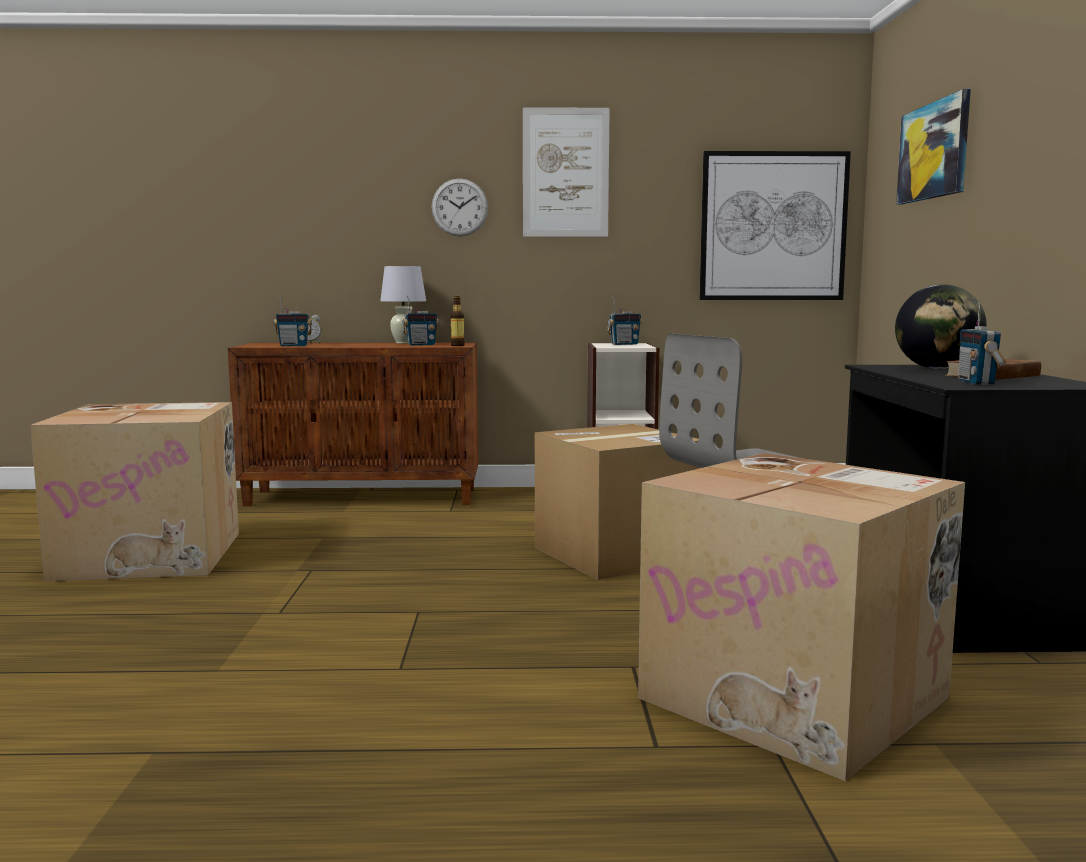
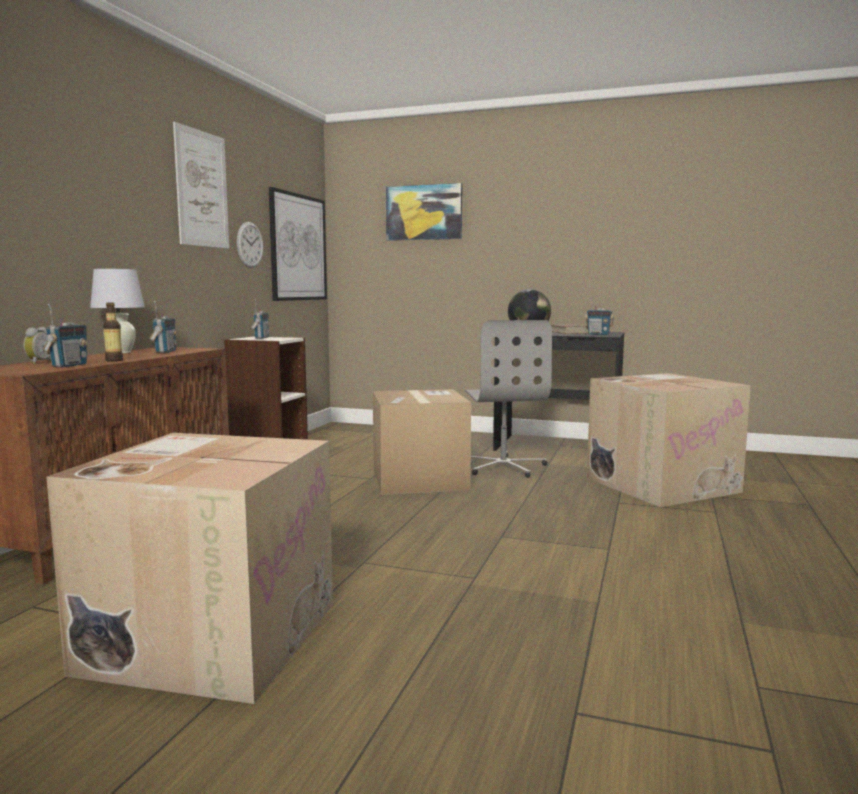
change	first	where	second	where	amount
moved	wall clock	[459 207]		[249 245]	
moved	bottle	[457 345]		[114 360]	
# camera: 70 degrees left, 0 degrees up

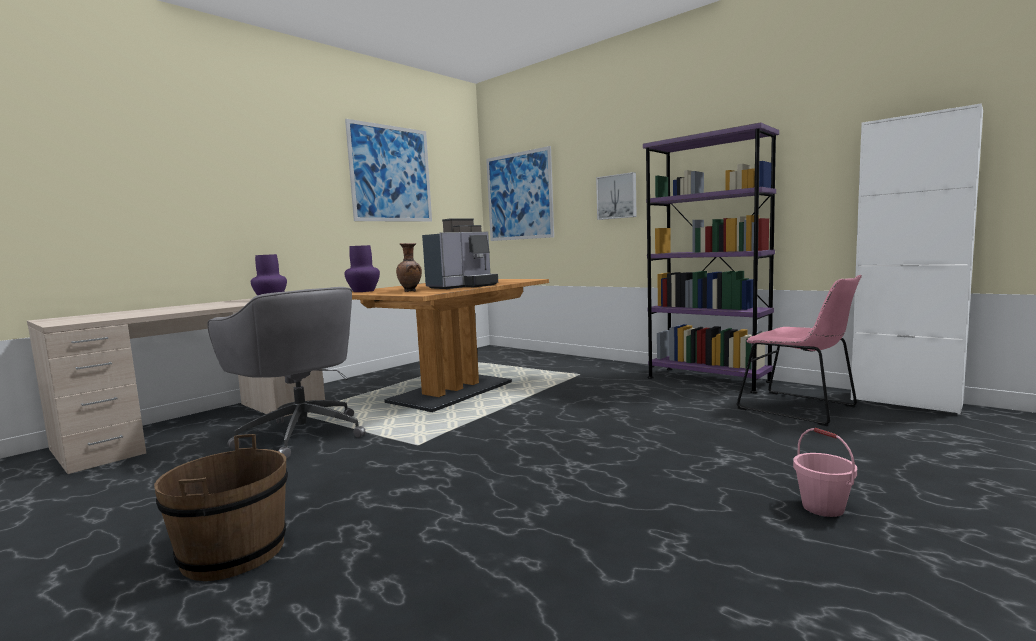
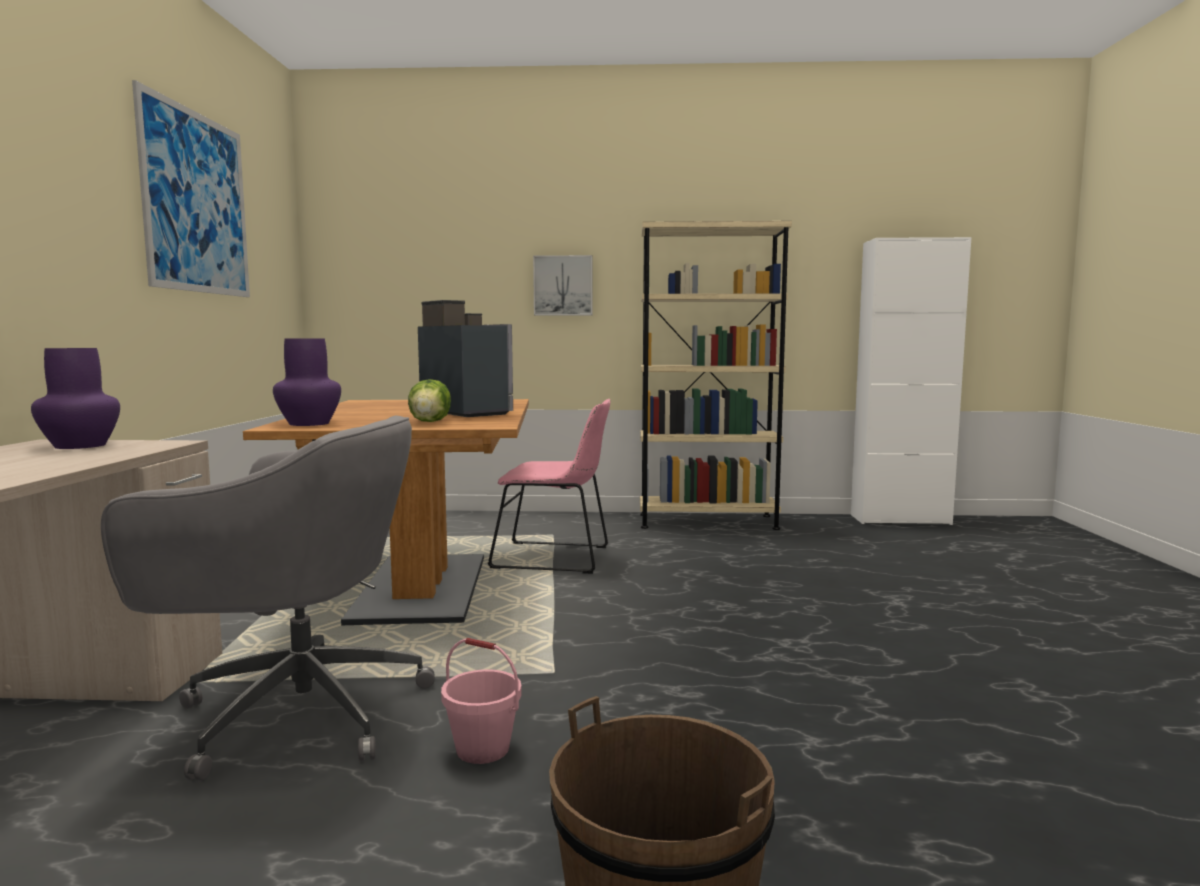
change	first	where	second	where	amount
replaced	vase (brown)	[411 291]	lettuce	[431 422]	
turned	coffee machine	[463 286]		[469 412]	45 degrees counterclockwise
removed	picture	[519 196]			
recoloured	bookcase (purple)	[707 380]	bookcase (beige)	[707 521]	
moved	chair (pink)	[801 408]		[557 558]	
moved	bucket (pink)	[823 507]		[483 749]	
# camera: 40 degrees left, 0 degrees up

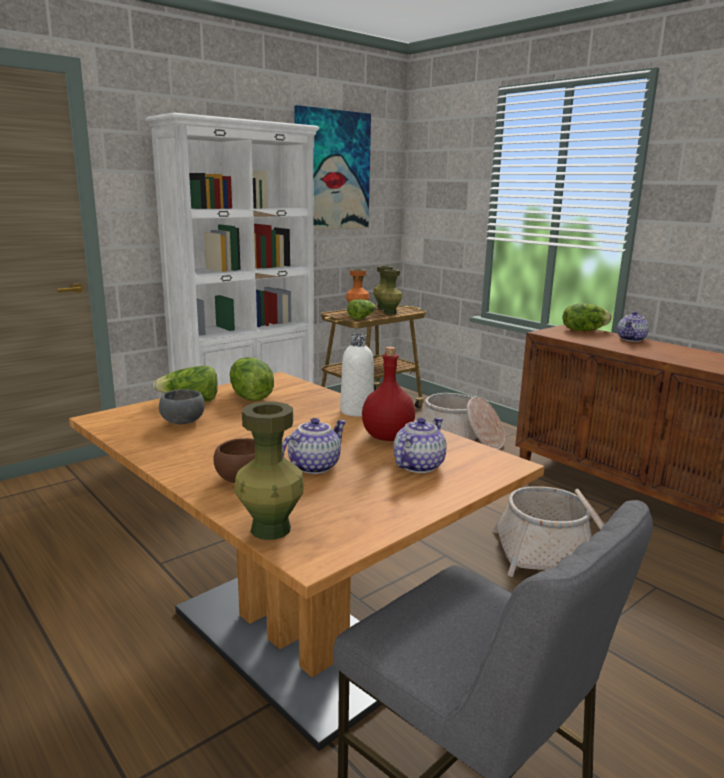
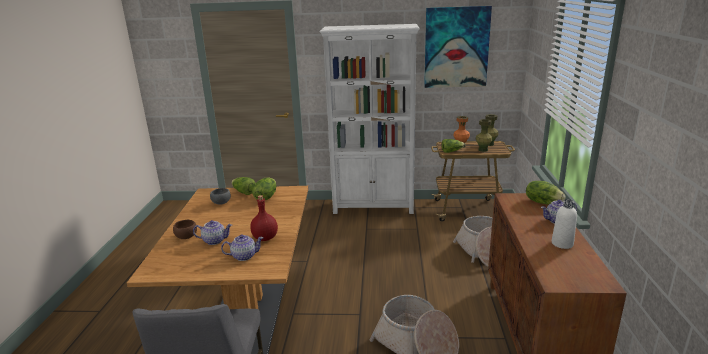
change	first	where	second	where	amount
removed	vase (green)	[270 529]			
moved	bottle (white)	[357 411]		[562 244]	
# camera: 45 degrees right, 5 degrees up

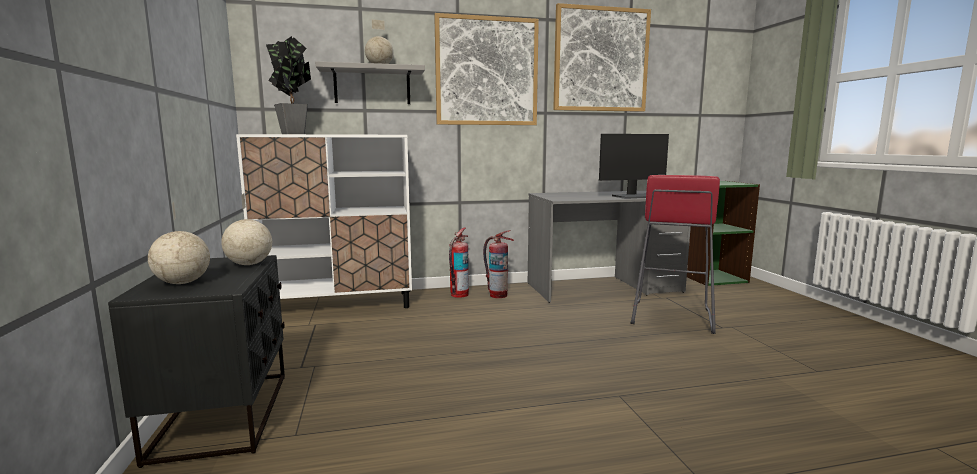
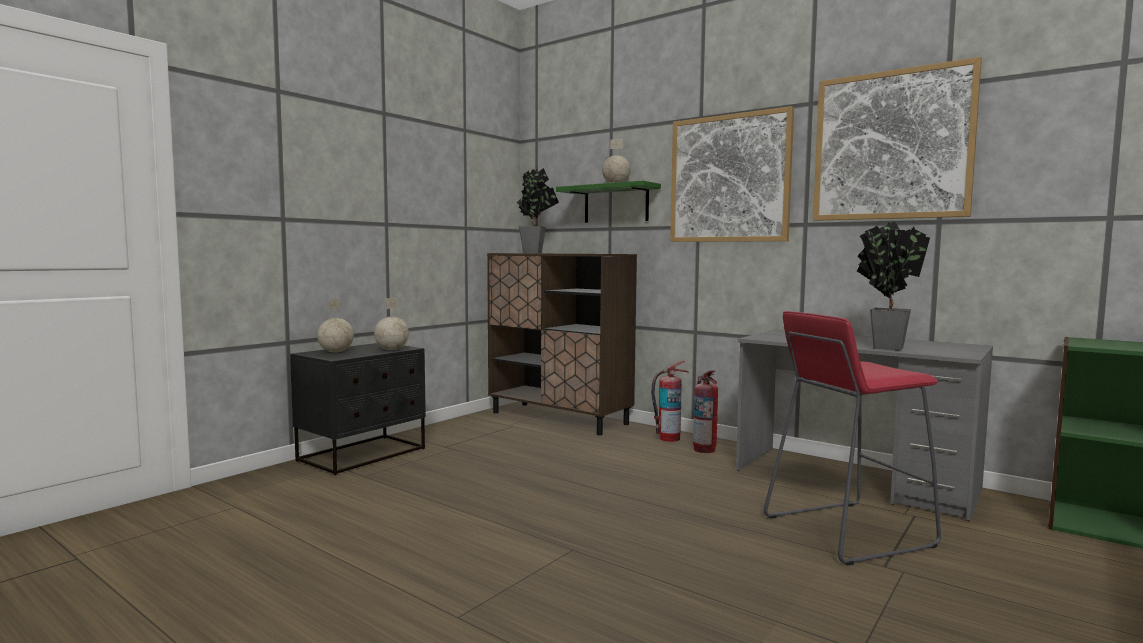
change	first	where	second	where	amount
recoloured	cabinet (white)	[338 304]	cabinet (brown)	[559 418]	
recoloured	shelf (grey)	[372 86]	shelf (green)	[616 204]	
replaced	monitor	[635 196]	potted plant	[883 347]	
# camera: 50 degrees right, 5 degrees down

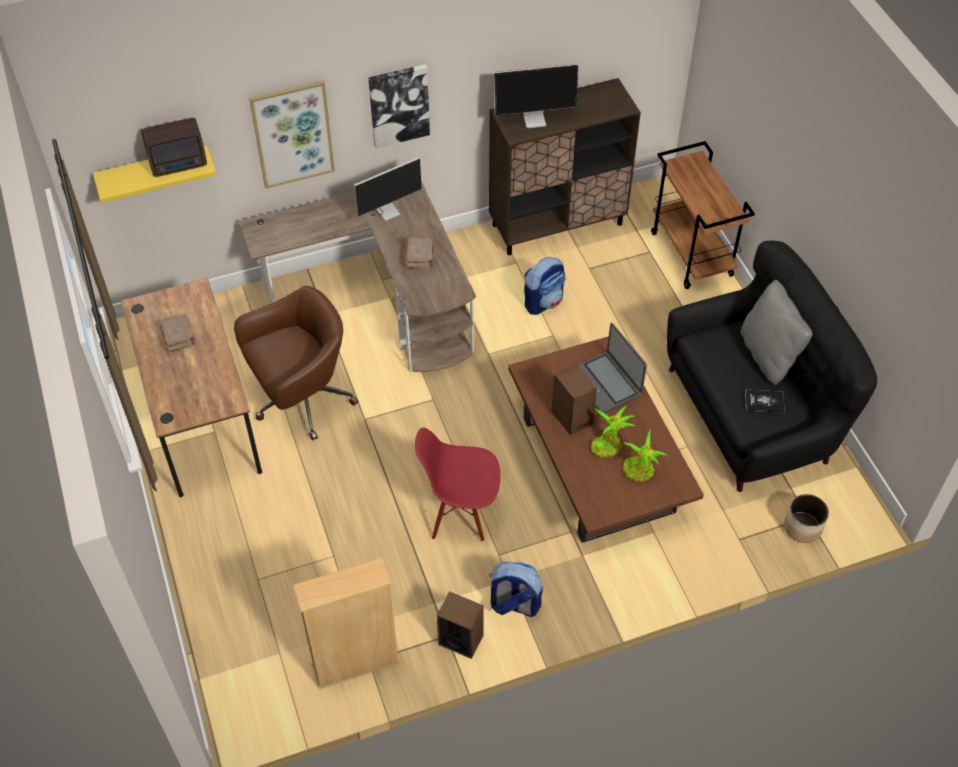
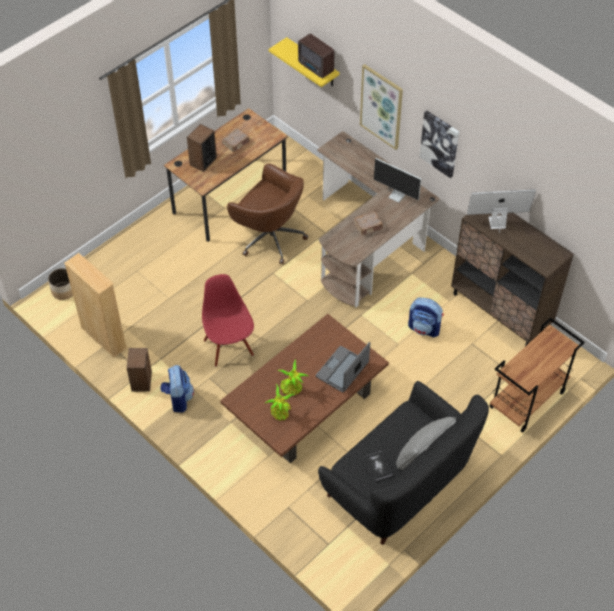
change	first	where	second	where	amount
turned	monitor	[535 119]		[496 223]	120 degrees clockwise
moved	speaker	[571 417]		[203 161]	
moved	planter	[803 527]		[63 291]	
# camera: 65 degrees right, 0 degrees up

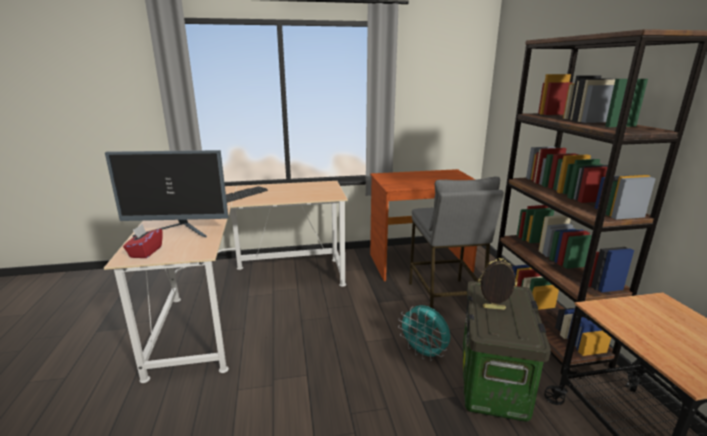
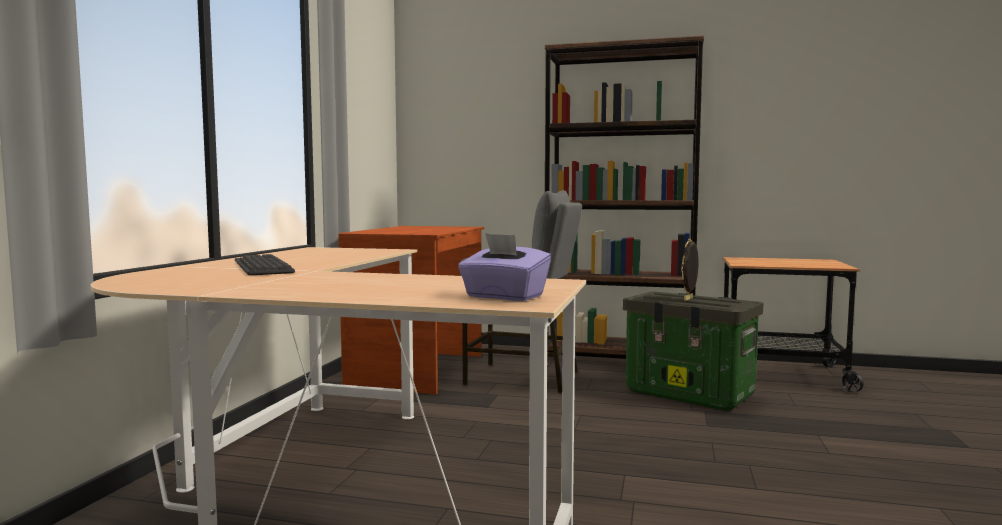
change	first	where	second	where	amount
removed	monitor	[178 231]			
recoloured	tissue box (red)	[145 252]	tissue box (purple)	[504 297]	
removed	fan (turquoise)	[424 353]			
# camera: 65 degrees left, 15 degrees down

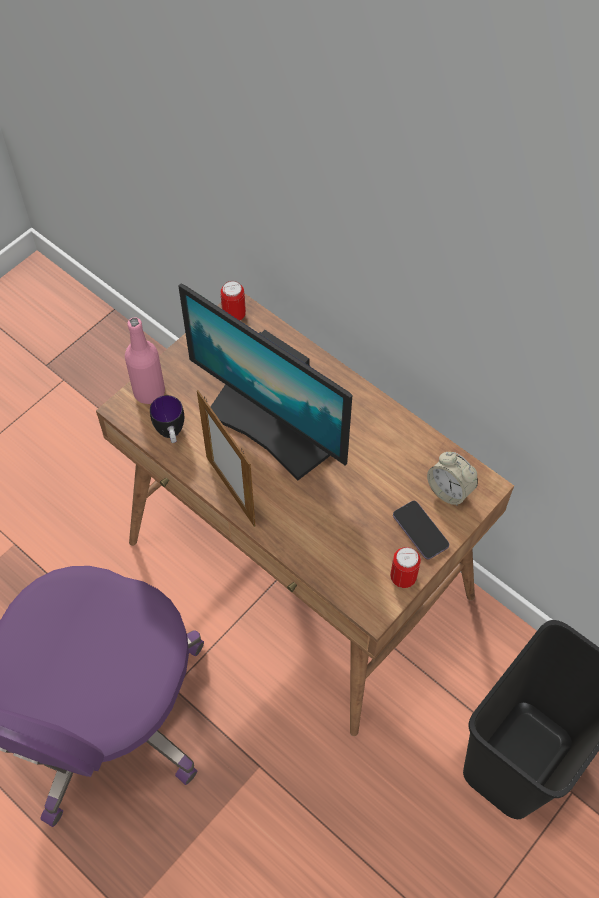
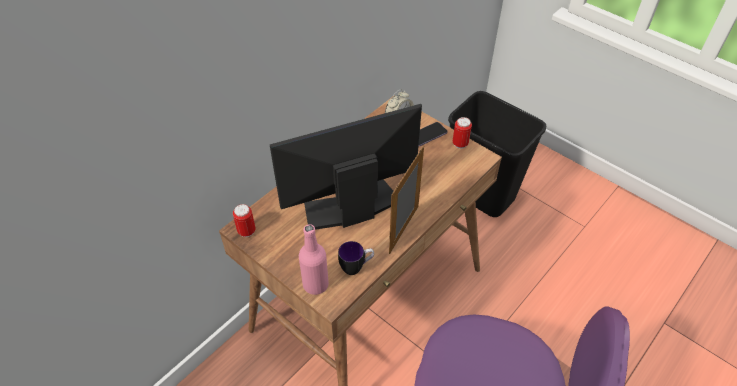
change	first	where	second	where	amount
turned	monitor	[270 428]		[351 208]	150 degrees counterclockwise
turned	picture frame	[230 491]		[404 229]	150 degrees clockwise
# camera: 90 degrees left, 10 degrees down

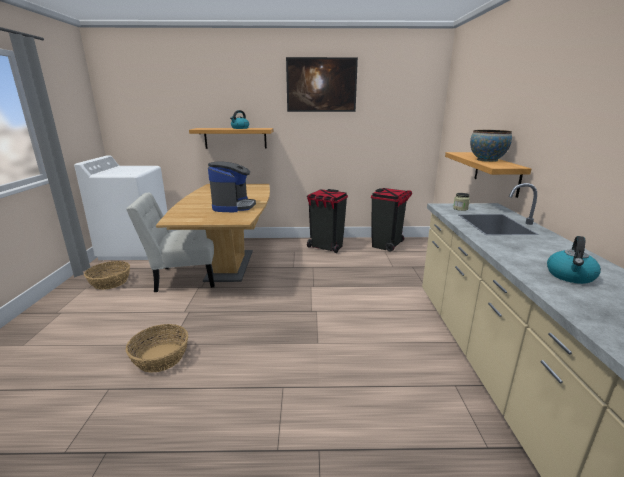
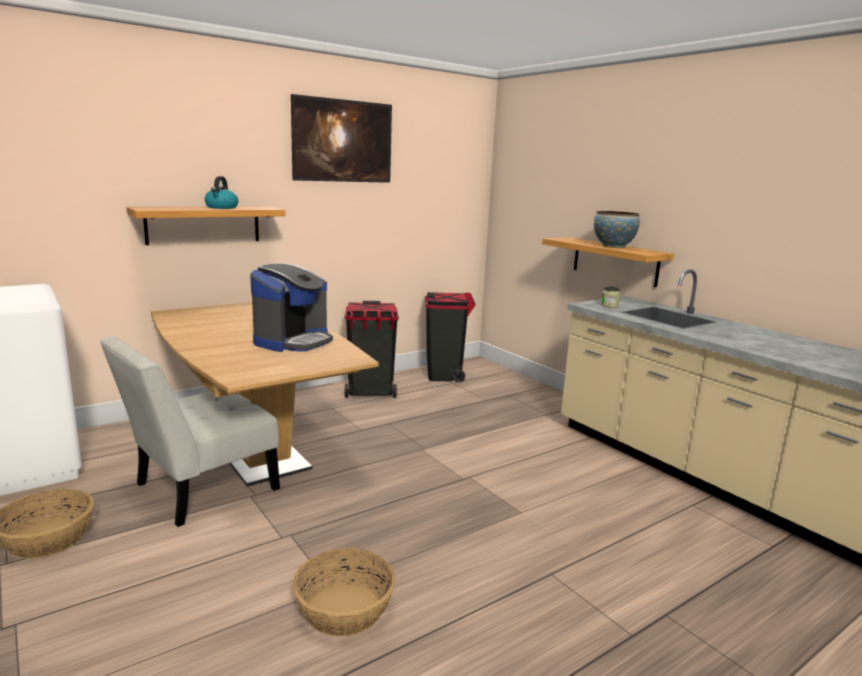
change	first	where	second	where	amount
turned	coffee machine	[233 206]		[293 341]	60 degrees clockwise
removed	kettle	[570 276]			
# camera: 35 degrees left, 5 degrees down

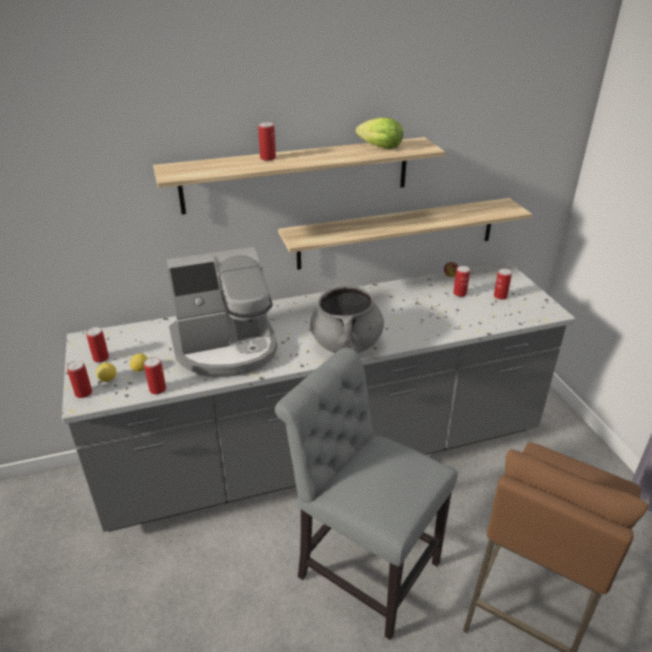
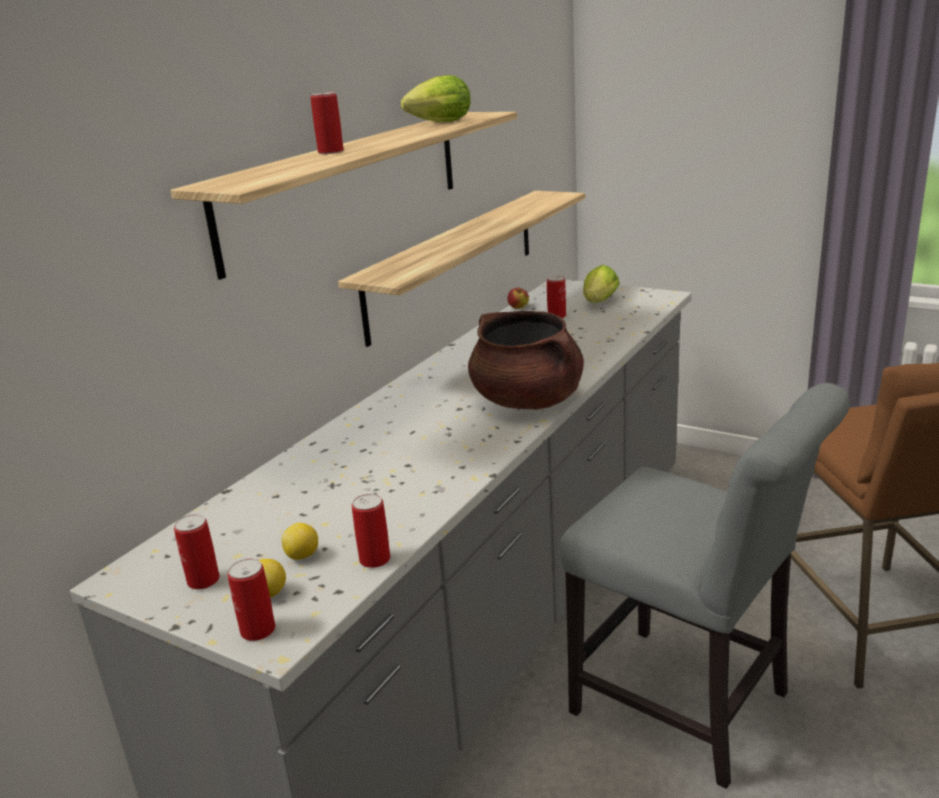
change	first	where	second	where	amount
removed	coffee machine	[226 347]			
turned	chair (grey)	[362 566]		[690 708]	135 degrees counterclockwise
recoloured	cooking pot (grey)	[346 344]	cooking pot (brown)	[528 401]	
replaced	can	[500 296]	lettuce	[598 303]	
# camera: 40 degrees left, 10 degrees down

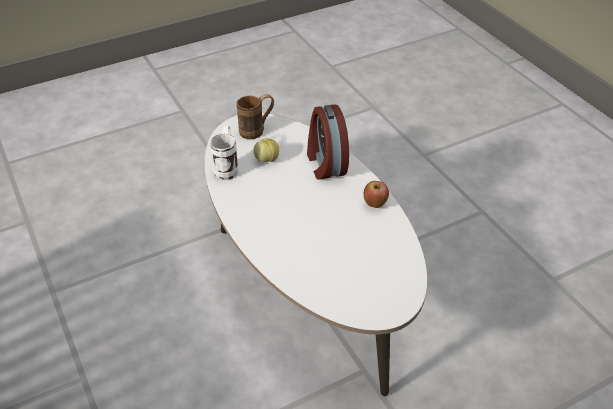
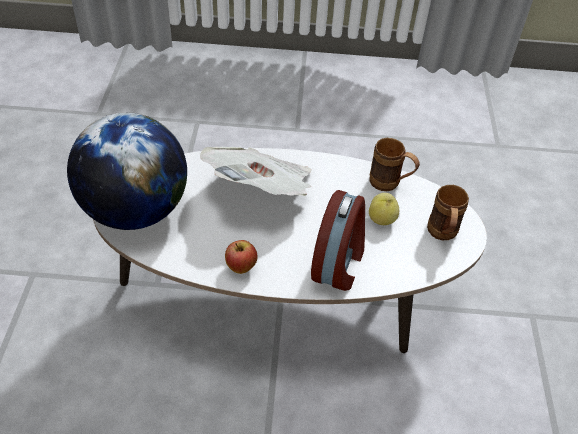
change	first	where	second	where	amount
recoloured	mug (white)	[227 167]	mug (brown)	[390 185]	
turned	alarm clock	[325 163]		[339 263]	90 degrees clockwise
added			globe	[136 211]	
added			newspaper	[262 190]	
# camera: 120 degrees right, 5 degrees up

